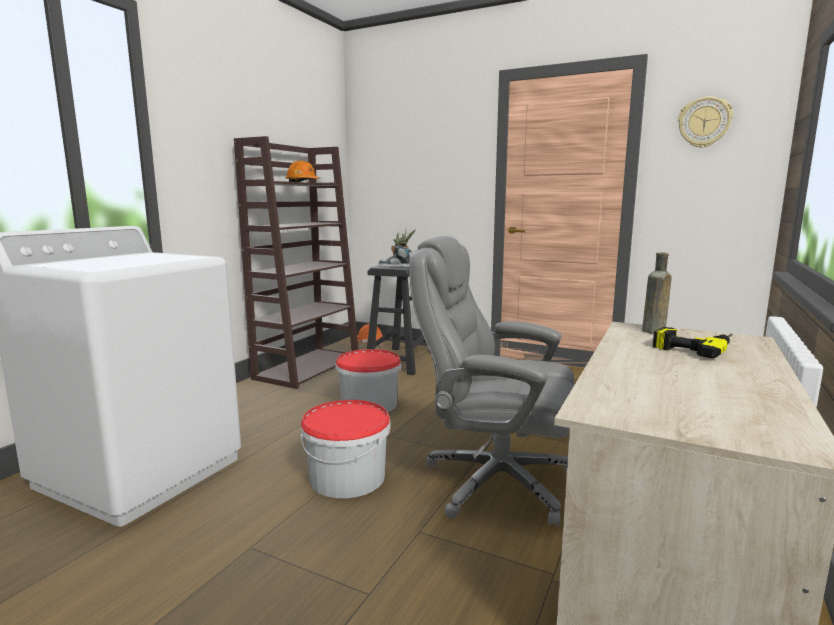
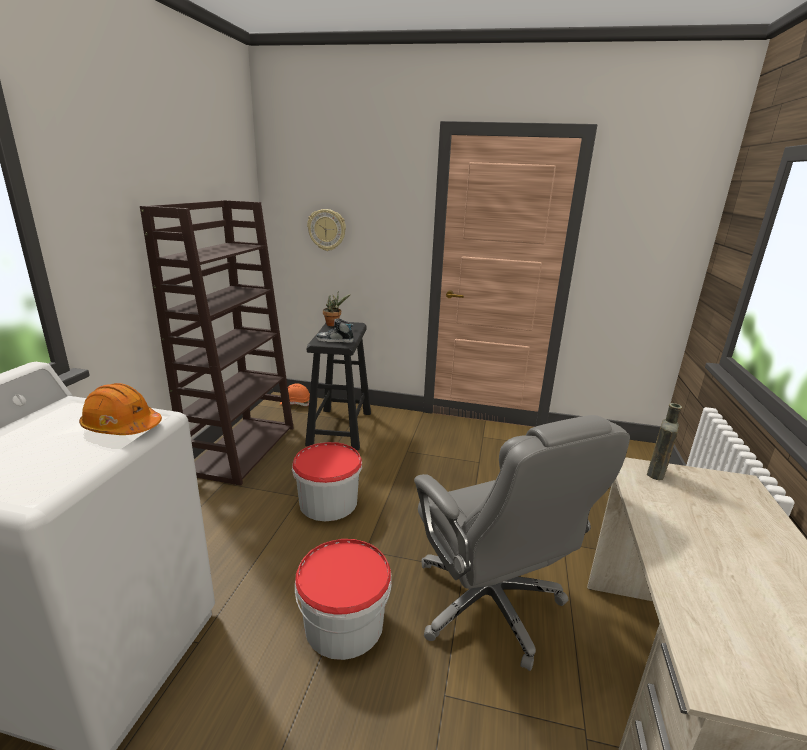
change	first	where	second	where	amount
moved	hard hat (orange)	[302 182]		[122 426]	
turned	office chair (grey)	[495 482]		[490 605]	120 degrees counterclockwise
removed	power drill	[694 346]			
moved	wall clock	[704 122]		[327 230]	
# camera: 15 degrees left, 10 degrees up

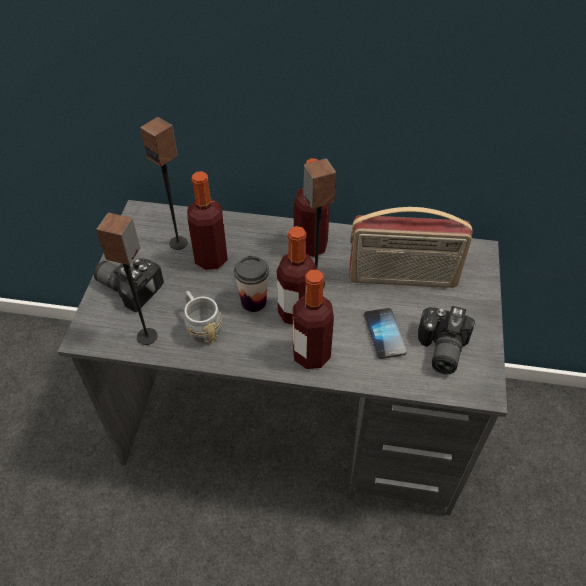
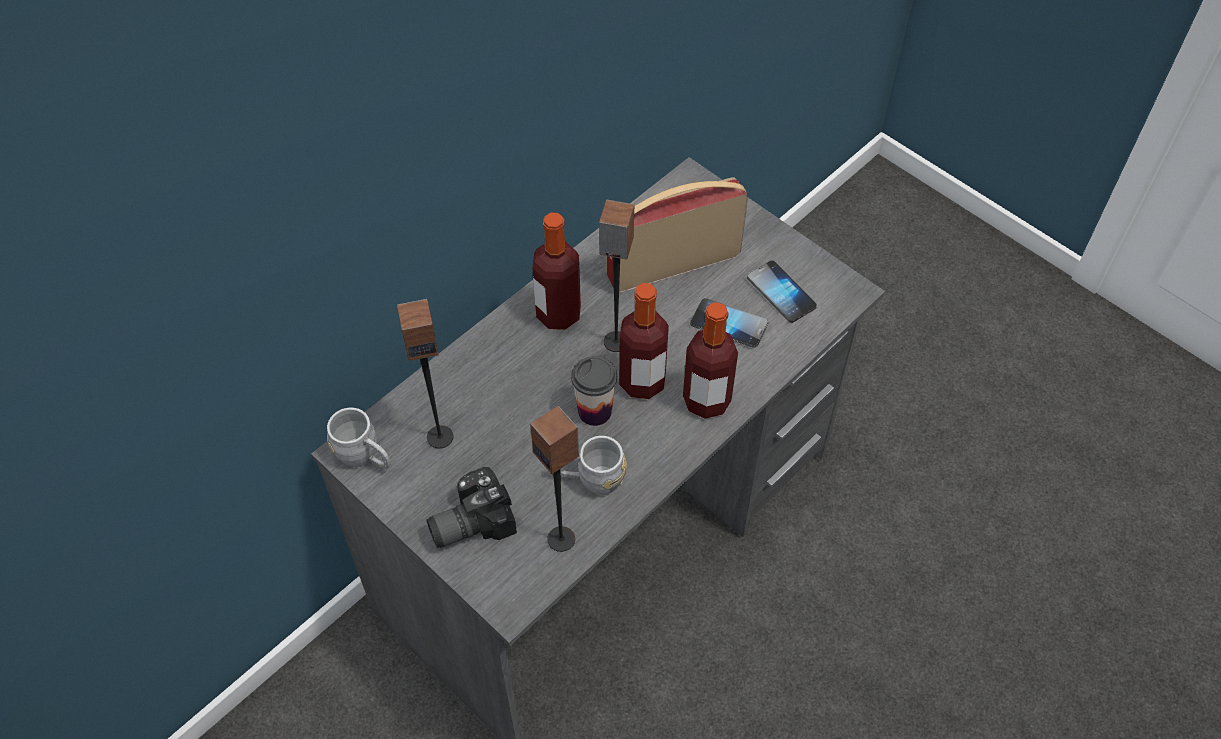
change	first	where	second	where	amount
removed	bottle	[211 259]			
turned	radio	[402 279]		[672 264]	150 degrees counterclockwise
replaced	photo camera	[439 349]	phone	[781 293]	
added			mug (grey)	[365 457]	
# camera: 55 degrees left, 5 degrees up

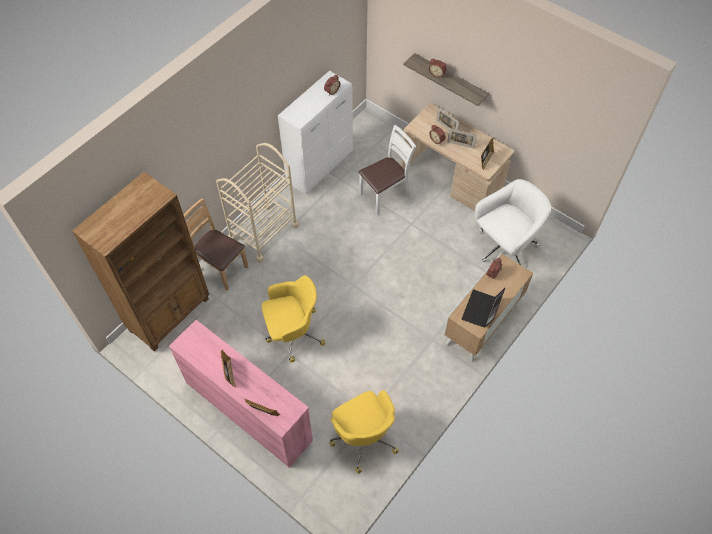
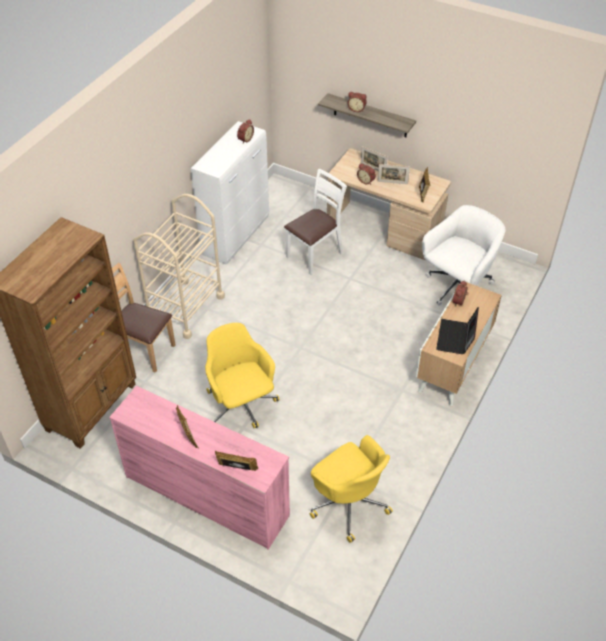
change	first	where	second	where	amount
turned	office chair (yellow)	[292 333]		[241 405]	90 degrees counterclockwise
# camera: 10 degrees left, 10 degrees down

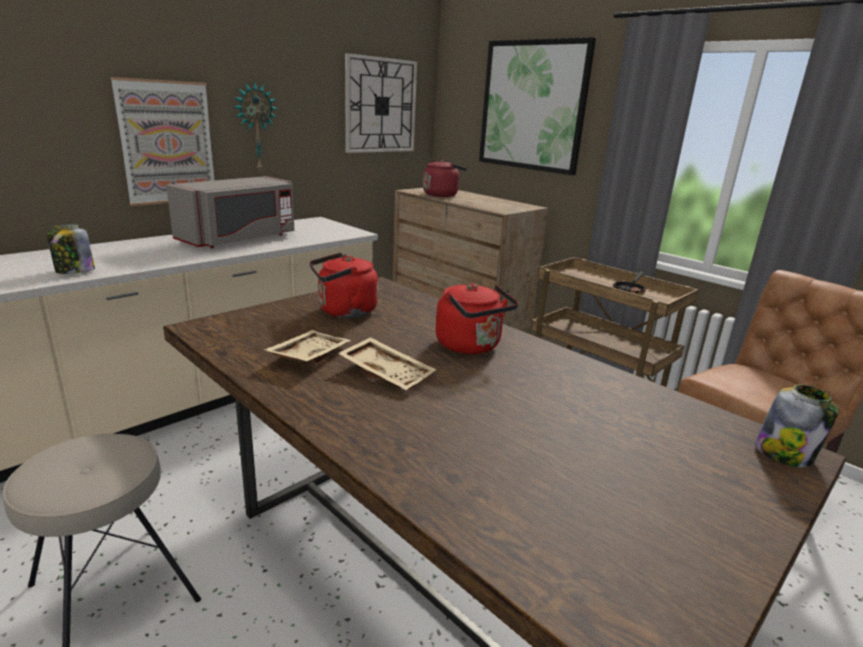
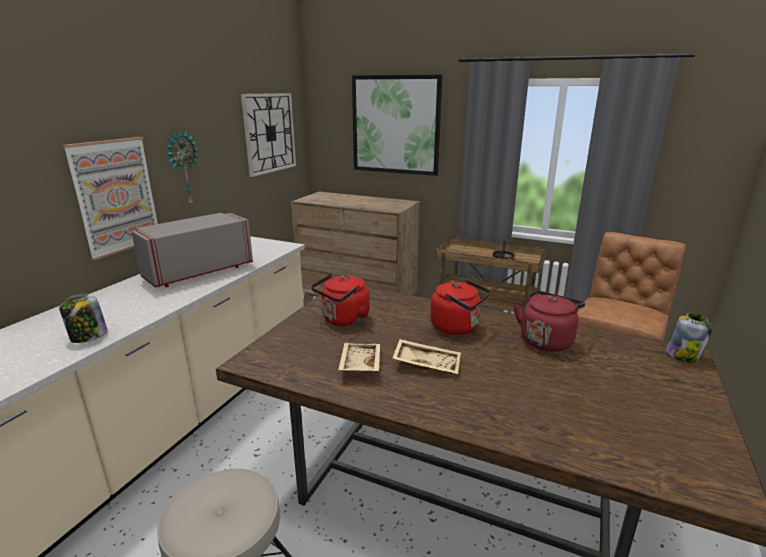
change	first	where	second	where	amount
turned	microwave (grey)	[239 239]		[198 271]	150 degrees counterclockwise
moved	kettle (red)	[442 195]		[546 340]	
# camera: 20 degrees left, 0 degrees up

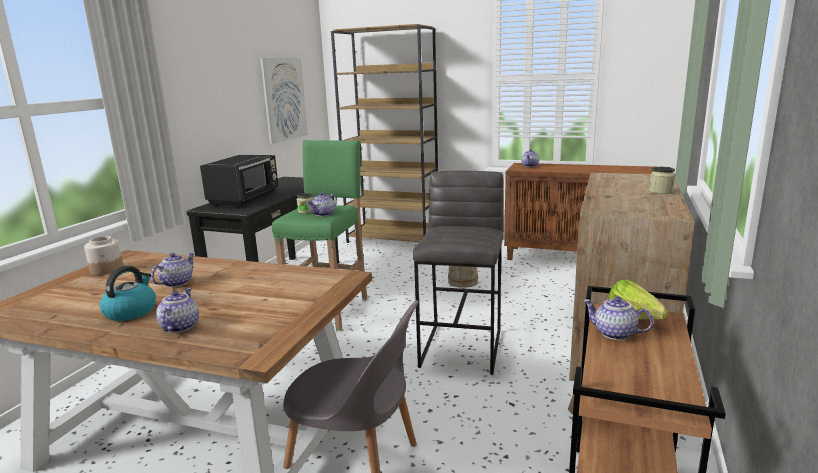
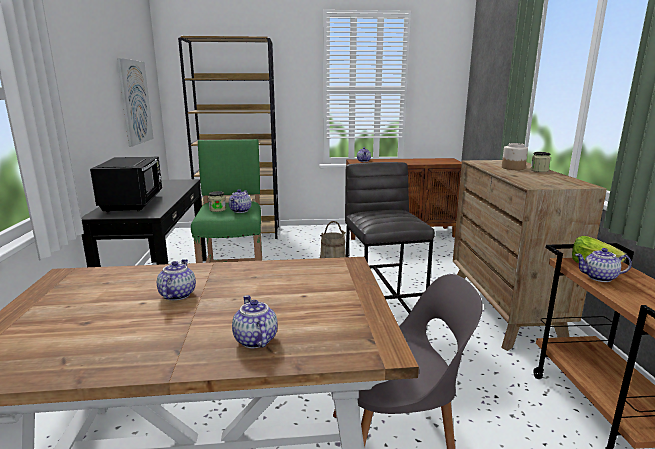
change	first	where	second	where	amount
moved	jar	[107 270]		[513 168]	
removed	kettle	[131 311]			
# camera: 25 degrees left, 0 degrees up

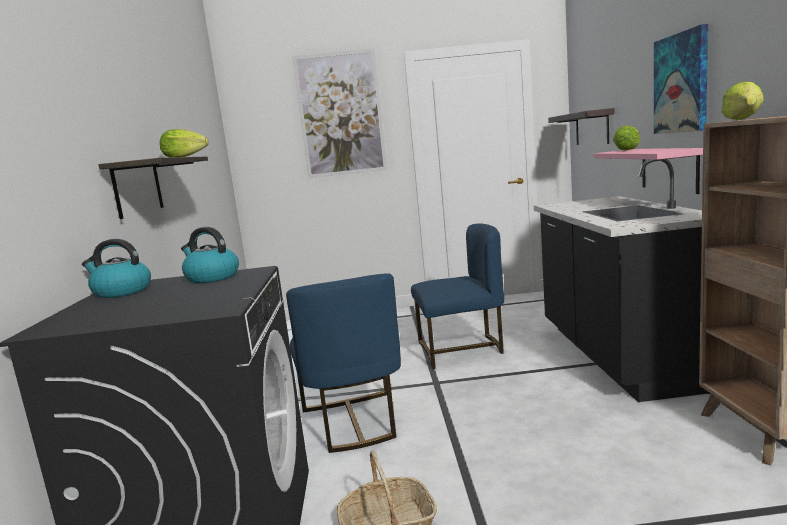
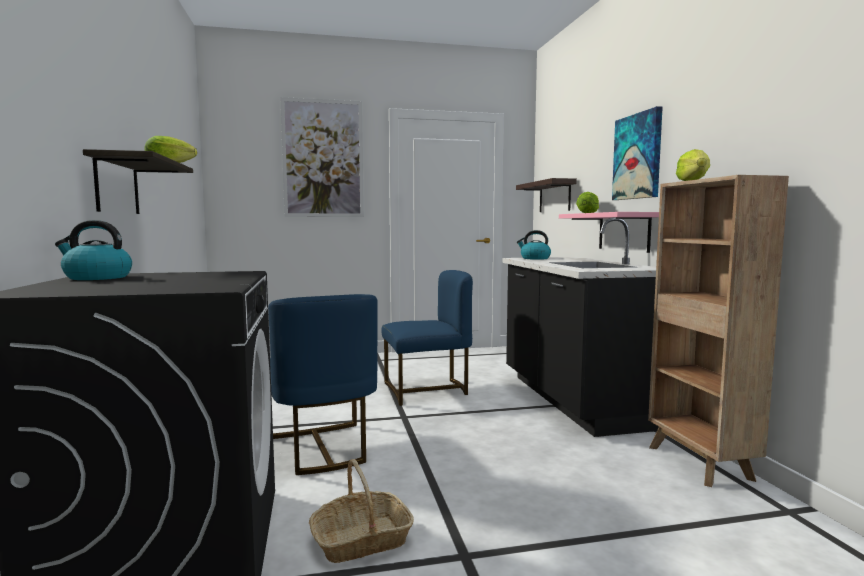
change	first	where	second	where	amount
moved	kettle	[211 278]		[534 258]	
# camera: 10 degrees left, 5 degrees down

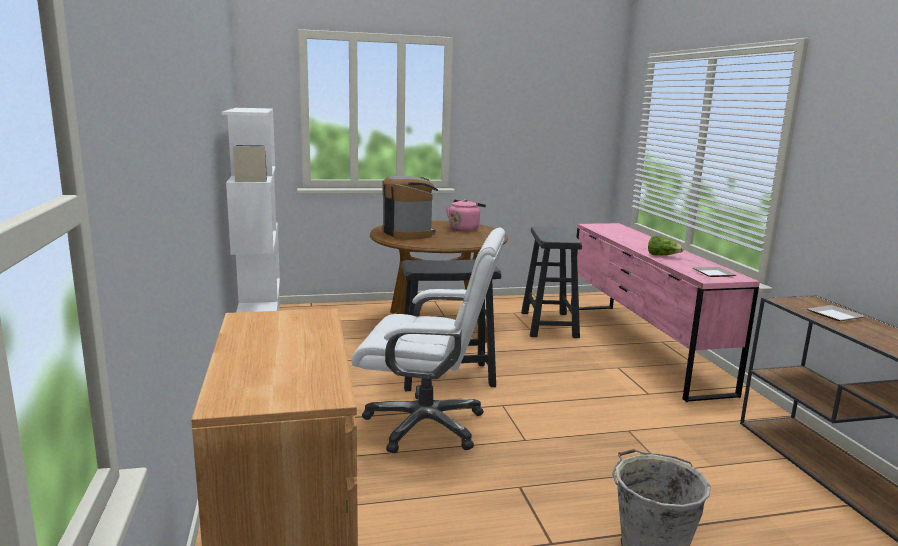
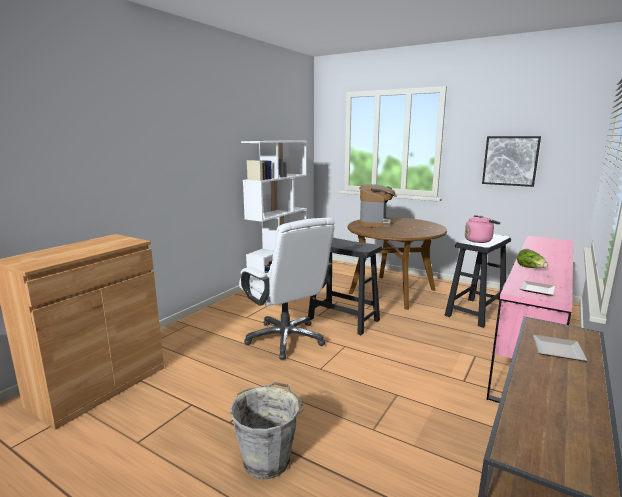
change	first	where	second	where	amount
moved	kettle (pink)	[464 228]		[479 240]	
added			picture	[510 161]	
# camera: 45 degrees right, 0 degrees up

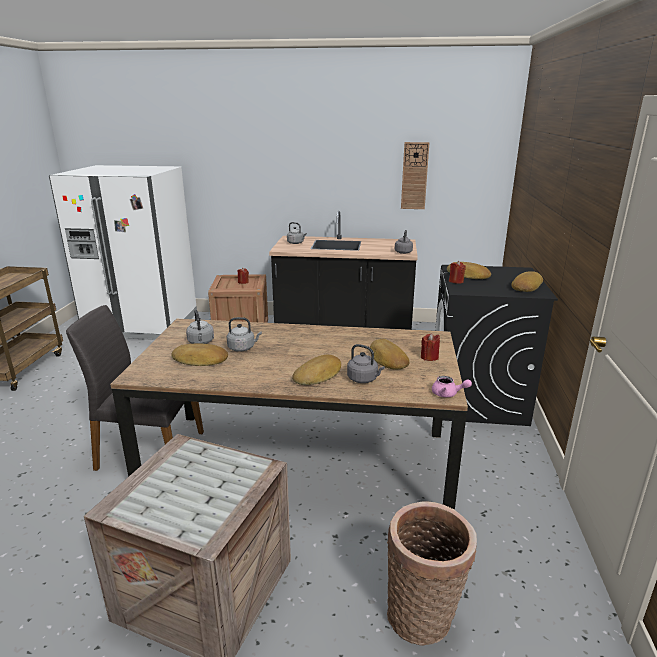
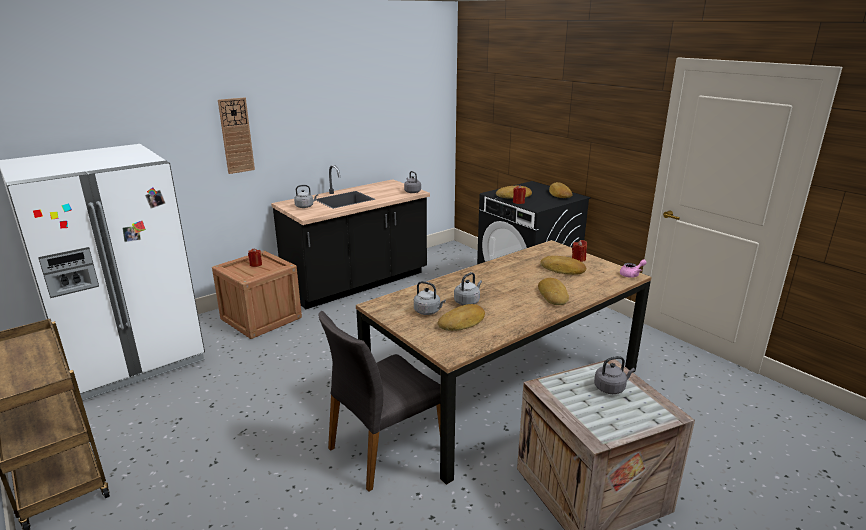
change	first	where	second	where	amount
moved	kettle (grey)	[364 379]		[611 388]	
removed	basket	[423 616]			
moved	wall clock	[414 176]		[236 136]	
# camera: 45 degrees left, 0 degrees up

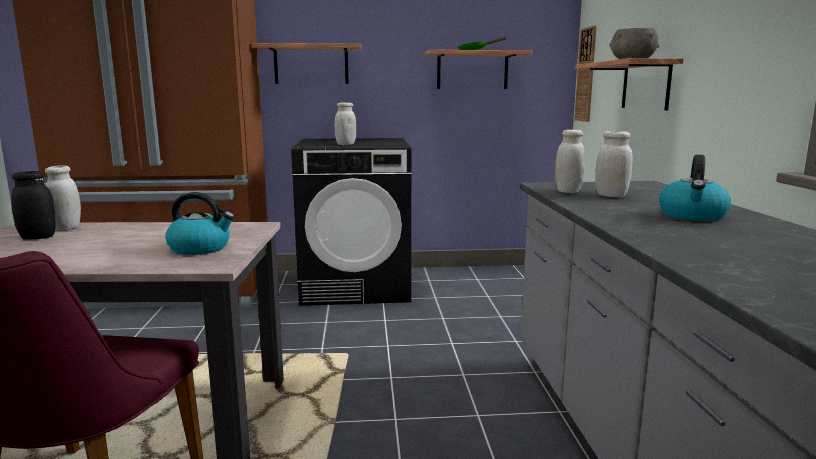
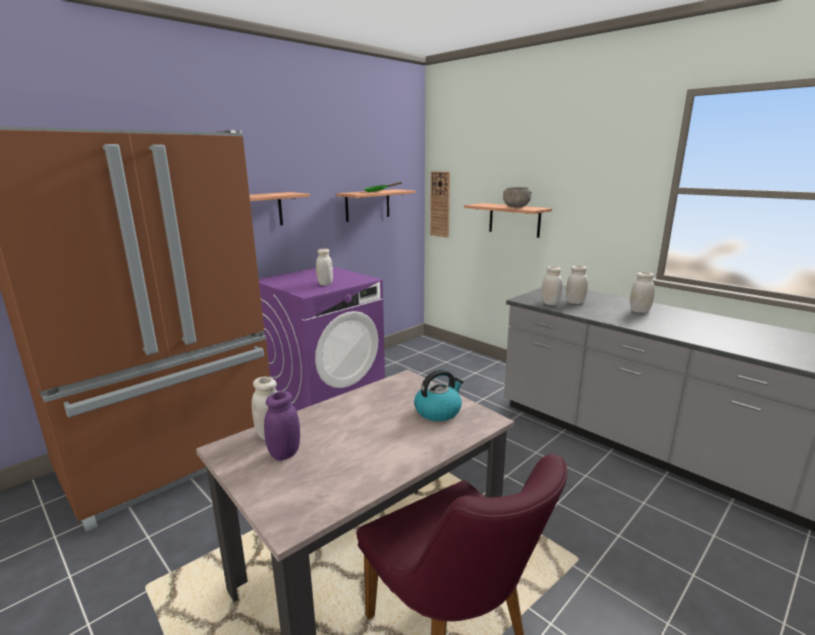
change	first	where	second	where	amount
recoloured	jar (black)	[38 237]	jar (purple)	[285 453]	
recoloured	washing machine (black)	[356 286]	washing machine (purple)	[326 395]	
replaced	kettle	[692 216]	jar (white)	[639 311]	
# camera: 40 degrees left, 5 degrees up

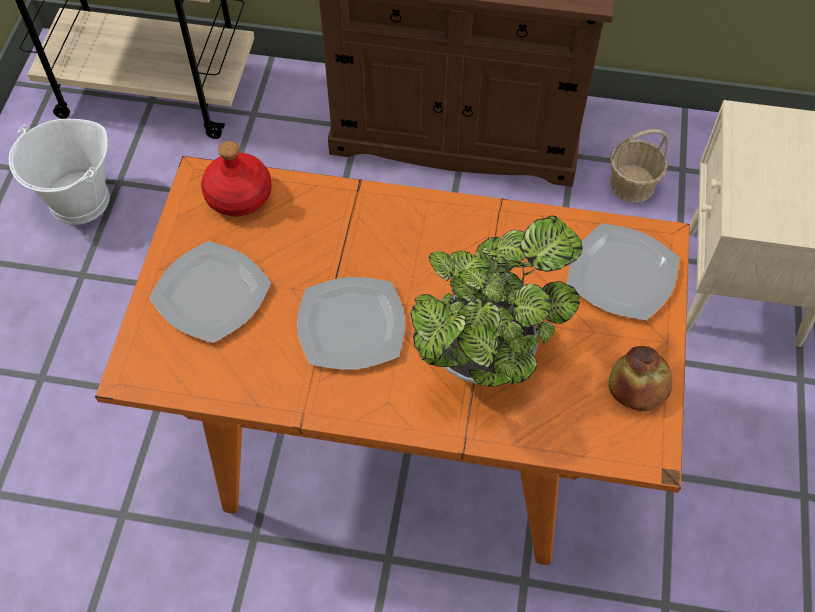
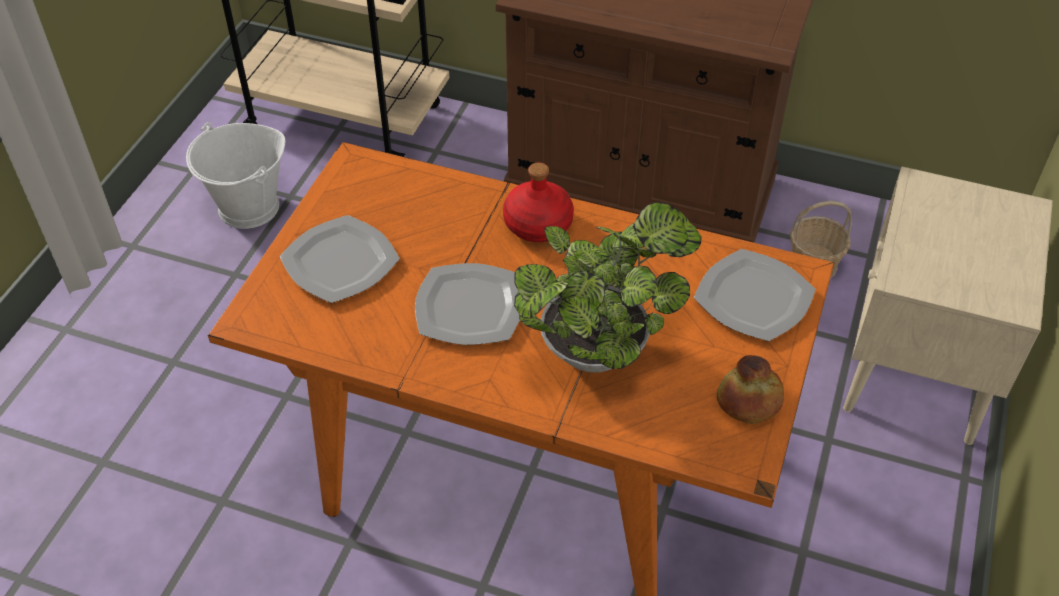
change	first	where	second	where	amount
moved	bottle (red)	[239 195]		[538 223]	
# camera: 10 degrees right, 10 degrees down

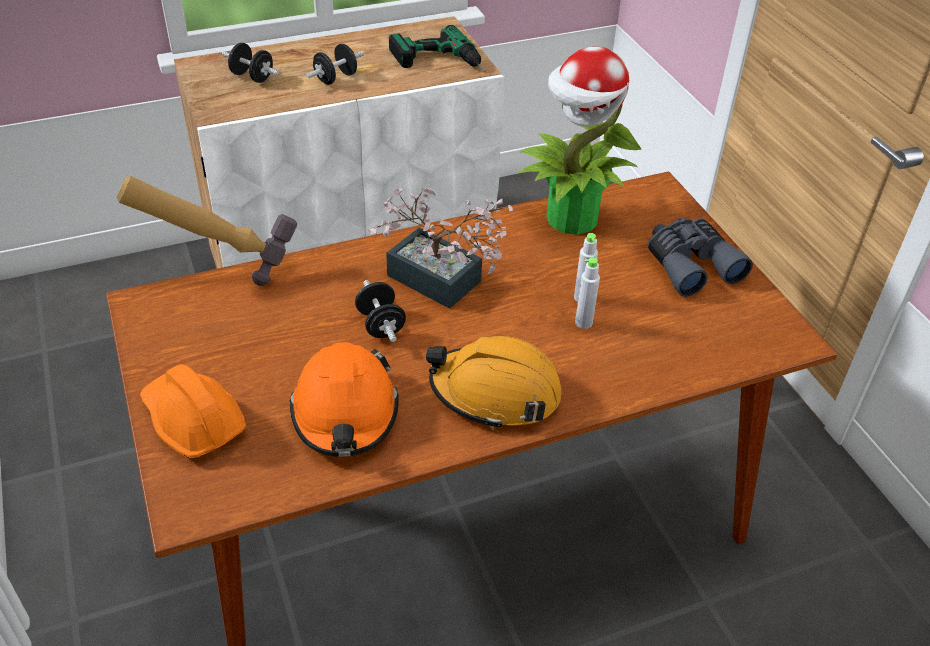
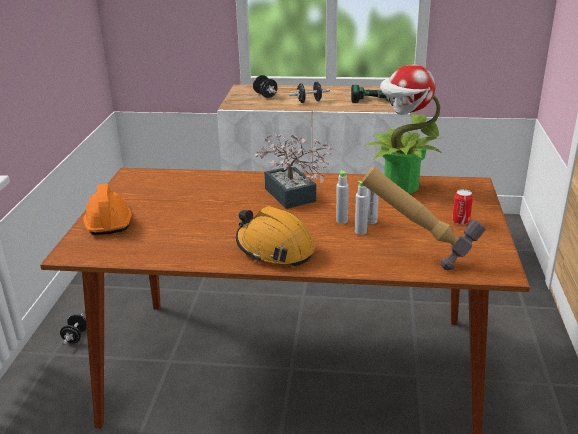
change	first	where	second	where	amount
moved	hammer	[222 271]		[419 255]	
removed	hard hat (orange)	[345 412]			
moved	dumbbell (black)	[380 325]		[76 337]	
replaced	binoculars (grey)	[690 264]	can	[460 221]	
added			bottle (grey)	[342 221]	
# camera: 30 degrees right, 15 degrees down

